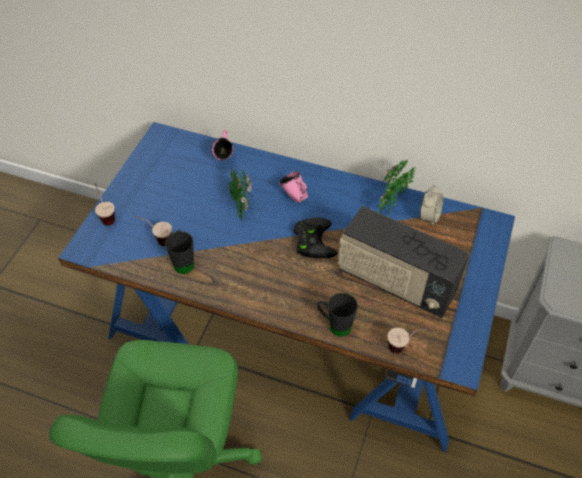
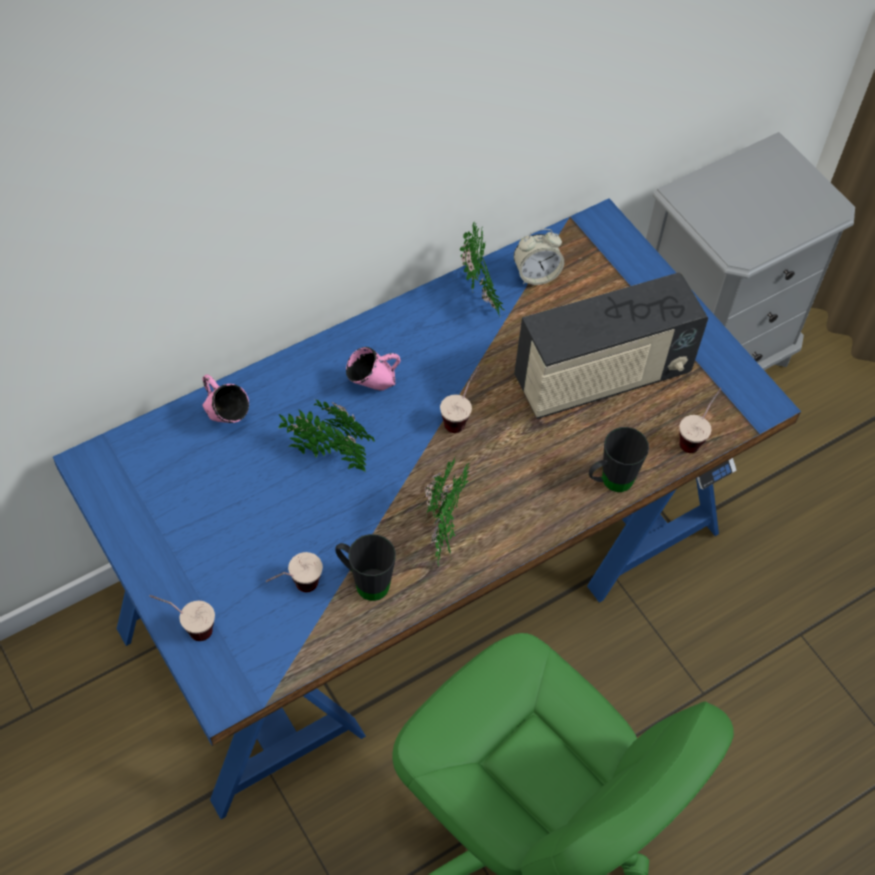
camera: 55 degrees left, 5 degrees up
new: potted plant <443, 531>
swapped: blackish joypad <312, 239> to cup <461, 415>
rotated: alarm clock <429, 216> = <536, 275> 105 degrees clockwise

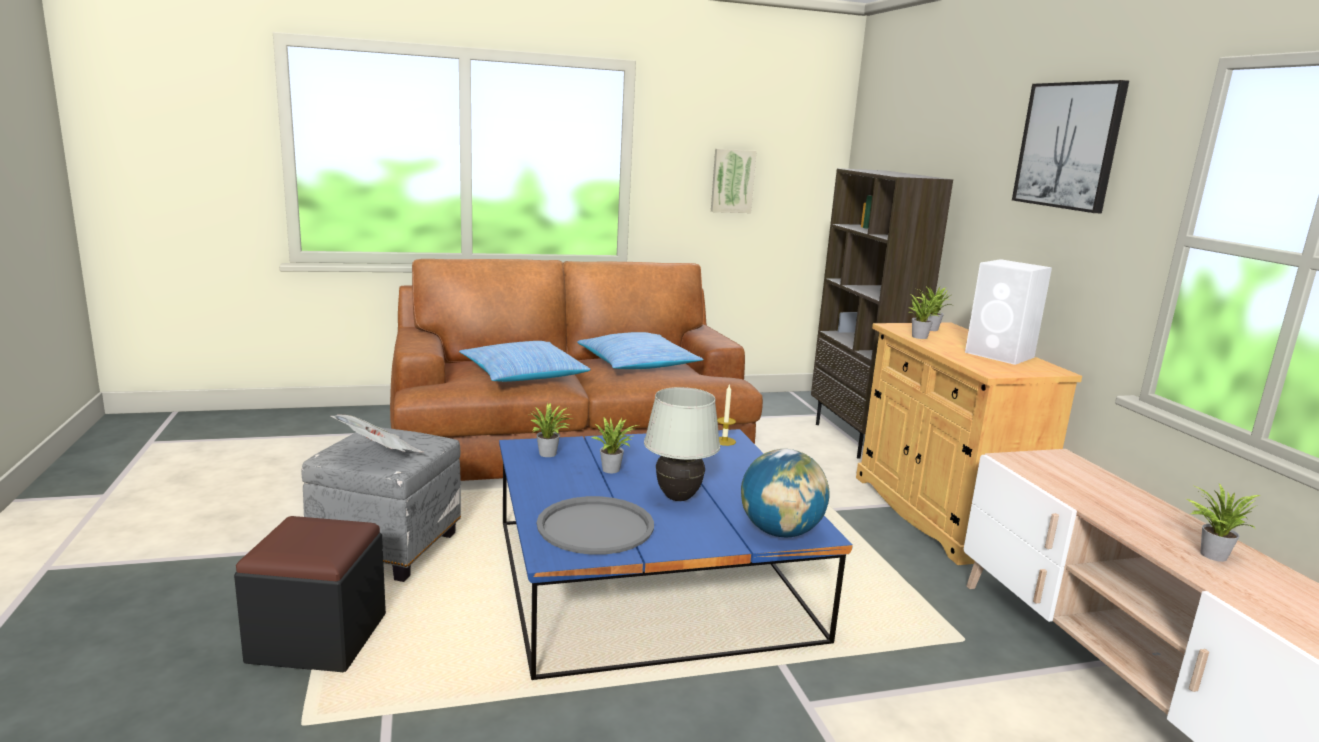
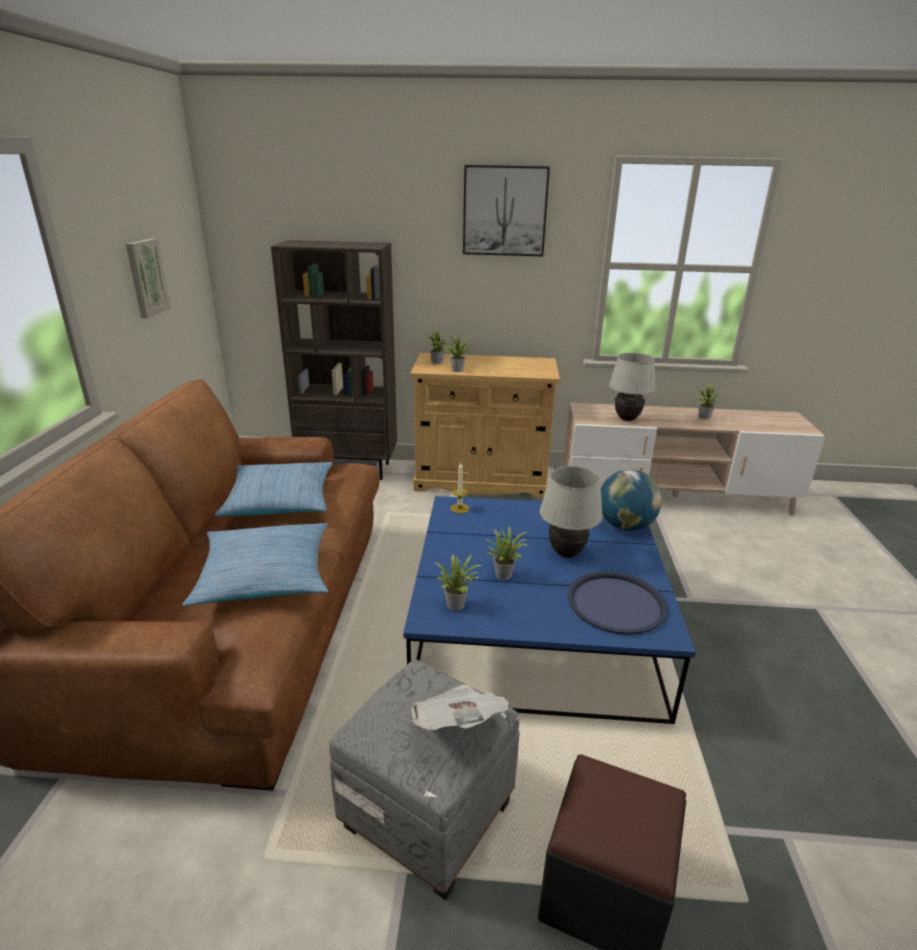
camera: 70 degrees left, 10 degrees up
gone: white loudspeaker <1001, 355>
new: white table lamp <626, 419>
repainted: gray carrying tray <595, 527> to bluish carrying tray <616, 603>

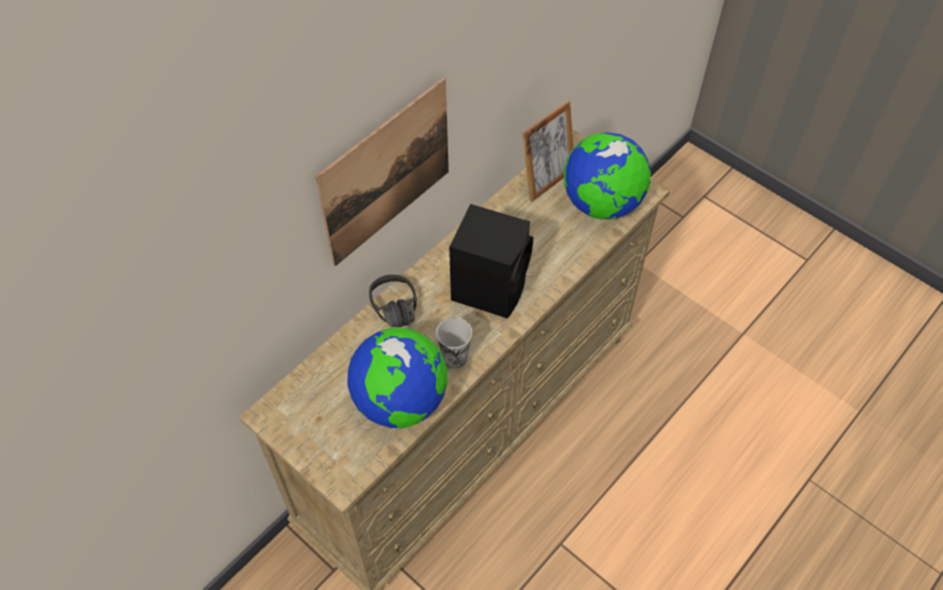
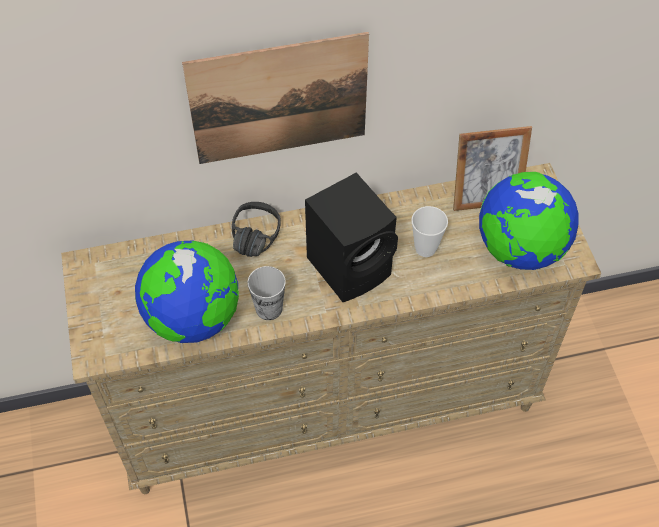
camera: 35 degrees right, 0 degrees up
new: cup <425, 248>

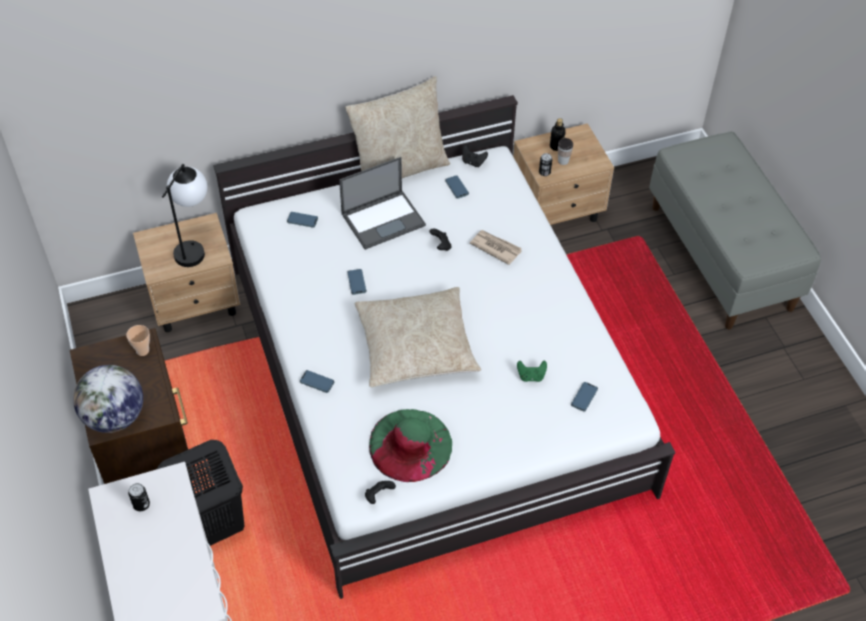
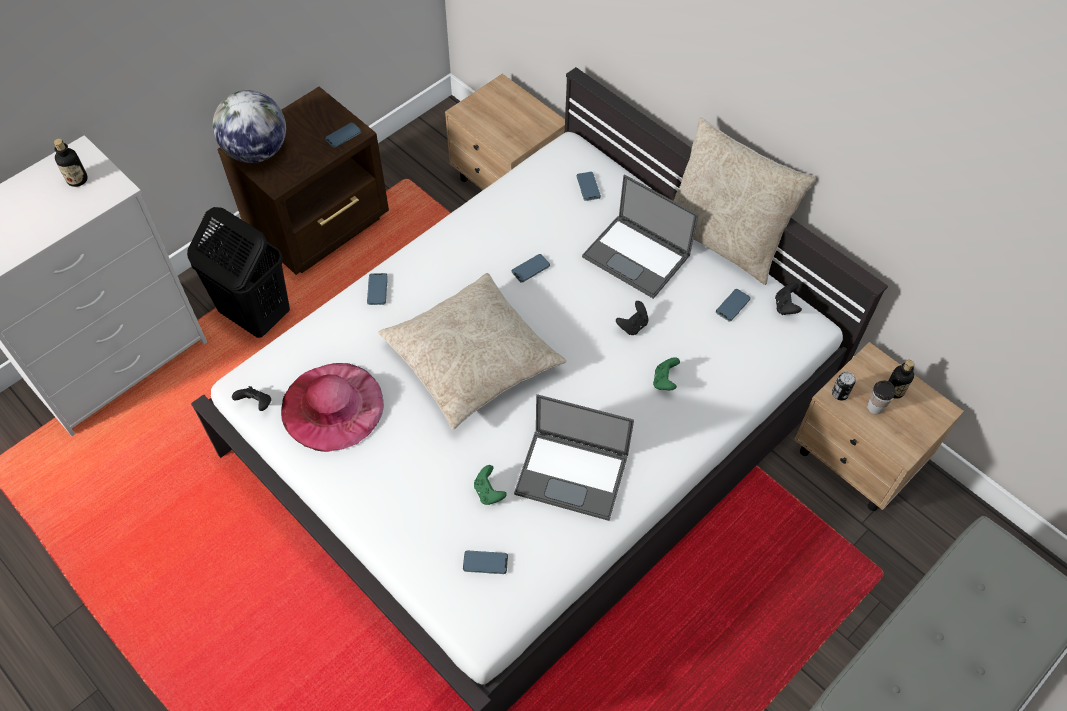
camera: 65 degrees right, 5 degrees up
gone: table lamp <194, 246>
new: notebook computer <573, 474>
swapped: cup <142, 351> to handset <343, 136>; metal can <141, 504> to drink bottle <77, 179>; printed paper <495, 247> to green-coloured joypad <664, 381>
repainted: green-coloured hat <410, 445> to pink-coloured hat <332, 406>

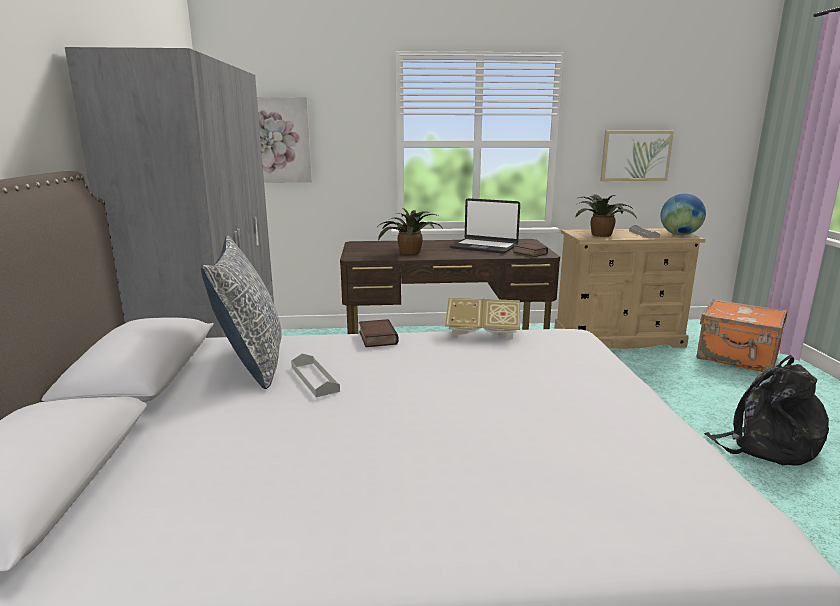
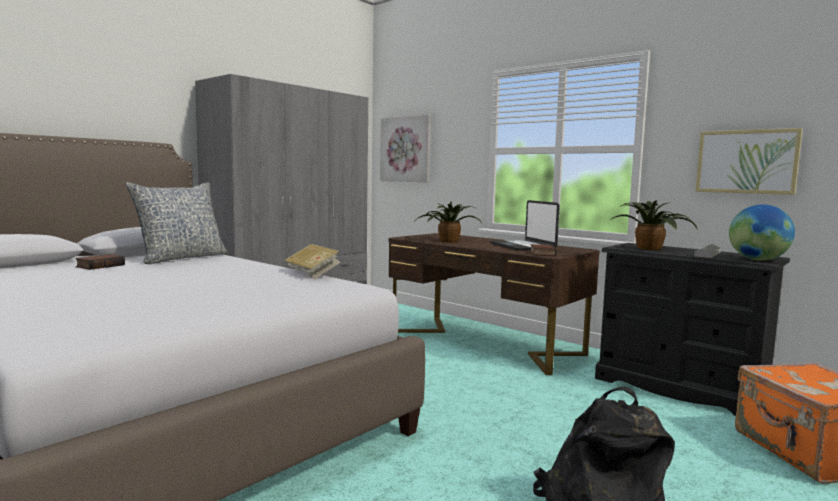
camera: 45 degrees right, 10 degrees down
gone: gray carrying tray <314, 379>
shifted: book <376, 337> to <100, 266>
repainted: beige-coloured drawer chest <618, 338> to blackish drawer chest <680, 388>

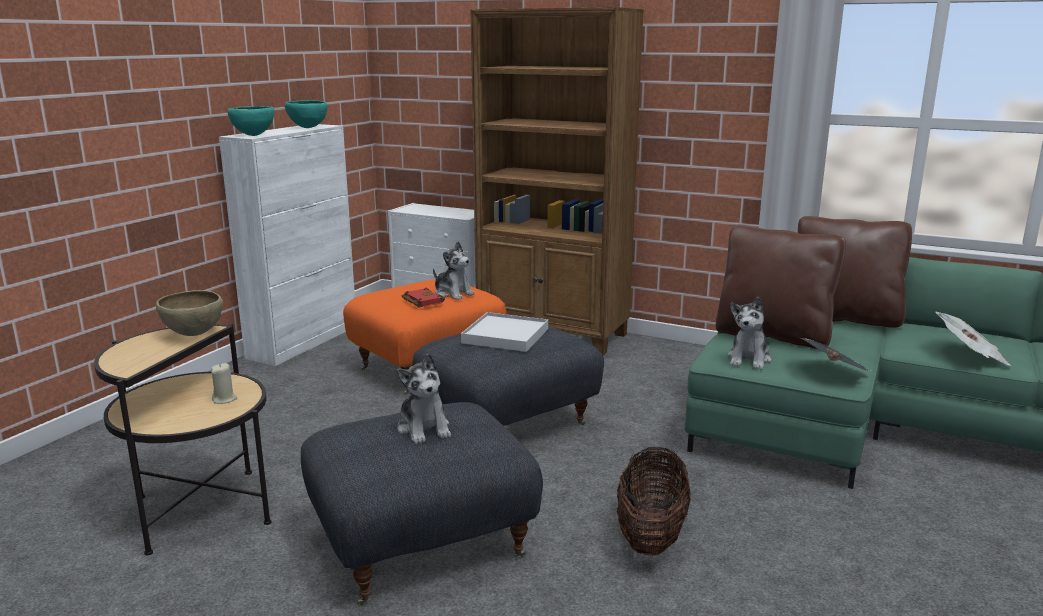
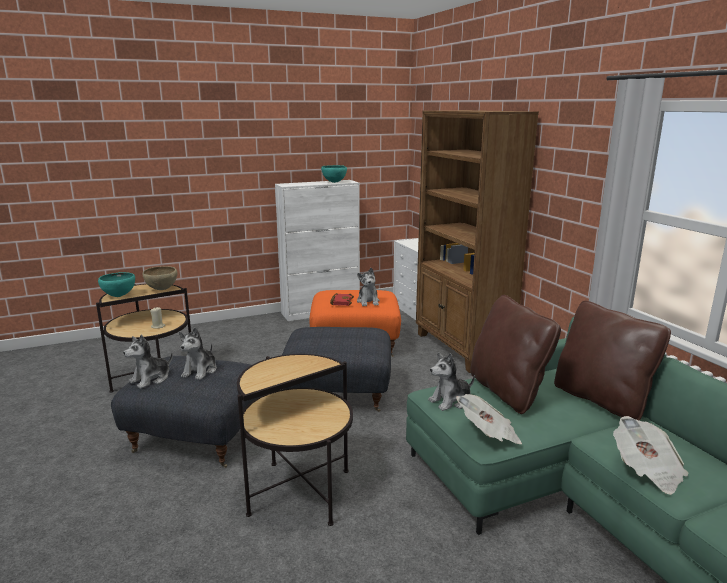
camera: 40 degrees right, 0 degrees up
gone: white carrying tray <505, 336>
new: soft toy <151, 379>
shifted: turquoise-coloured deep dish <254, 135> to <119, 296>
swapped: basket <651, 535> to side table <300, 492>

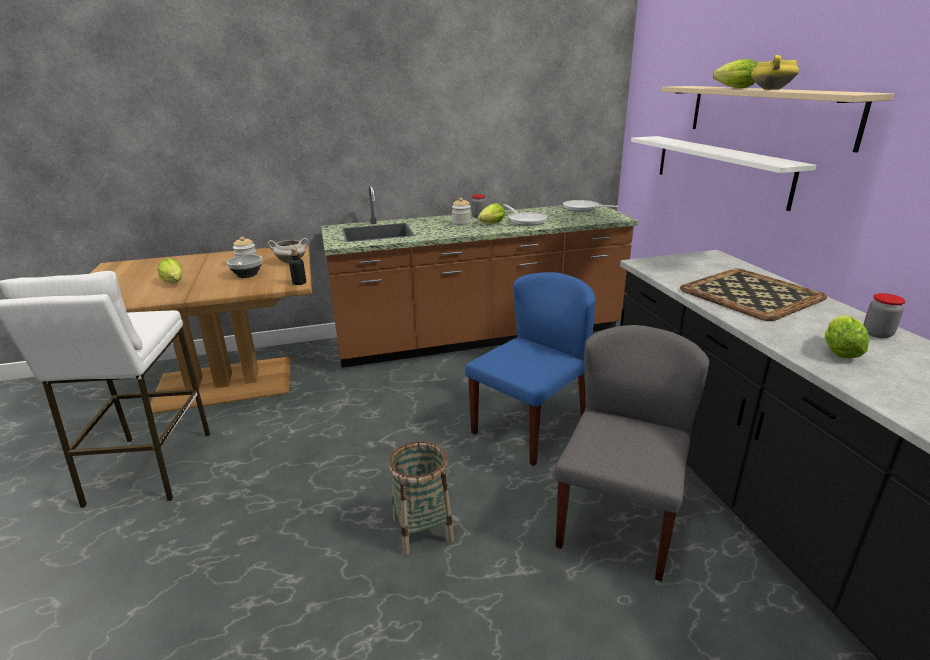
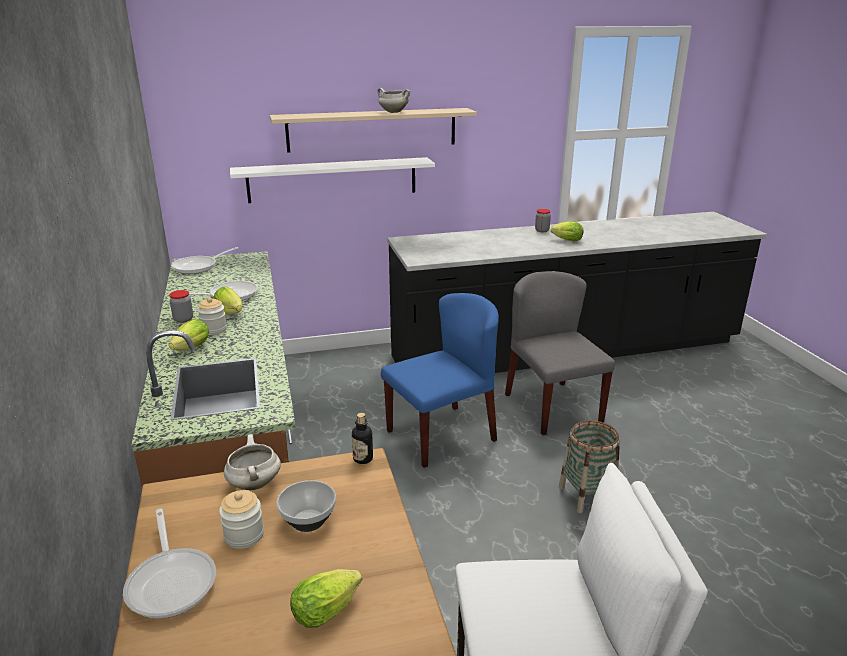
camera: 90 degrees left, 0 degrees up
gone: carrying tray <750, 293>
new: skillet <172, 581>
shifted: lettuce head <732, 88> to <190, 349>
repainted: yellow-coloured cooking pot <770, 89> to white cooking pot <393, 112>
rotated: bluish chair <530, 427> = <441, 435> 105 degrees clockwise; gray chair <618, 520> = <552, 407> 45 degrees clockwise

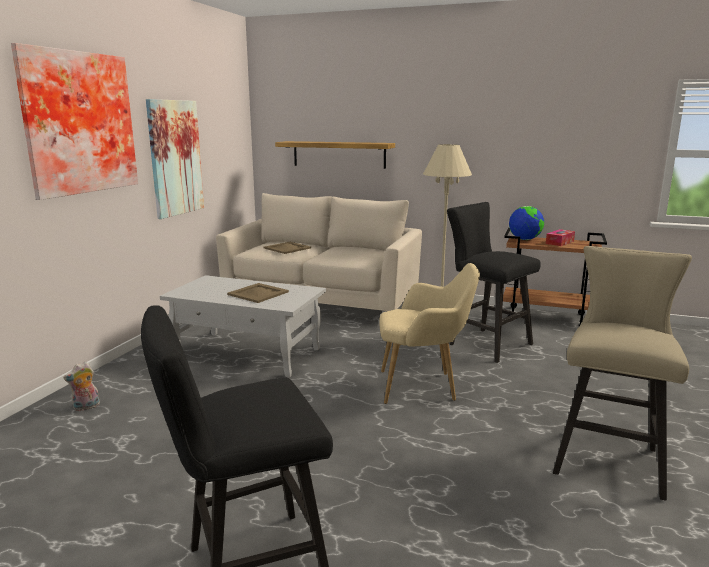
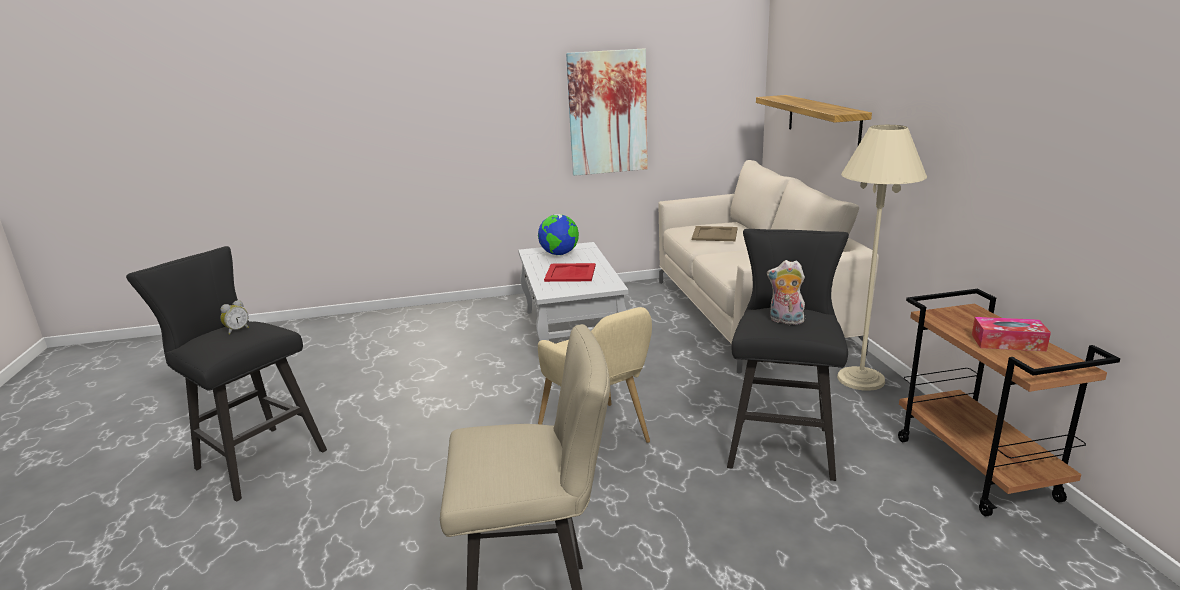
camera: 60 degrees right, 5 degrees up
gone: picture <77, 123>
new: alarm clock <237, 330>
shifted: soft toy <86, 407> to <785, 321>; globe <525, 239> to <559, 254>
repainted: beige-coloured carrying tray <258, 293> to red-coloured carrying tray <571, 273>

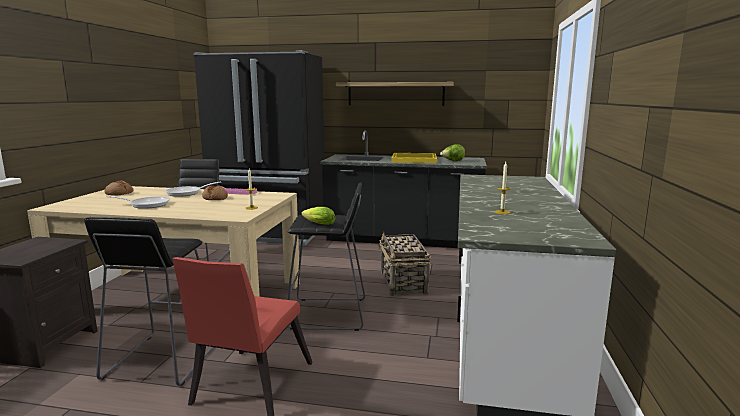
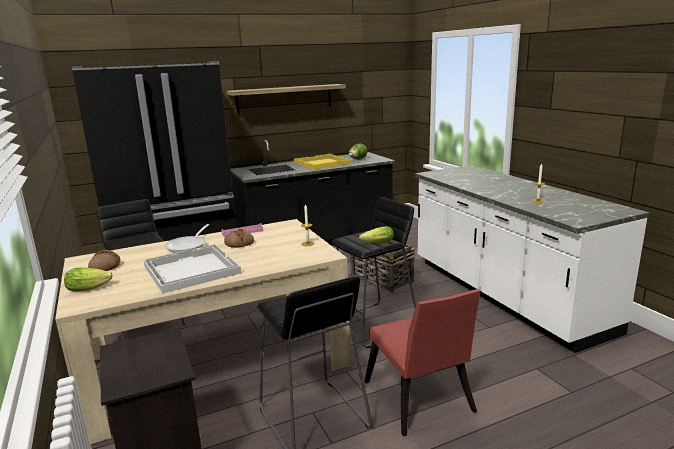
camera: 35 degrees left, 5 degrees up
new: lettuce head <90, 288>
swapped: skillet <146, 204> to white carrying tray <190, 269>

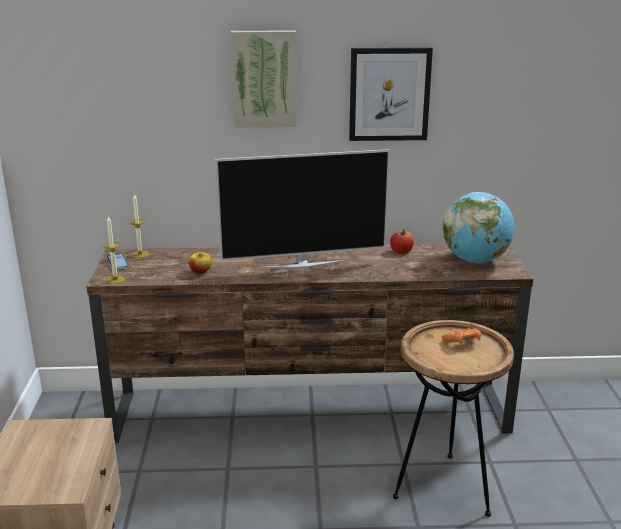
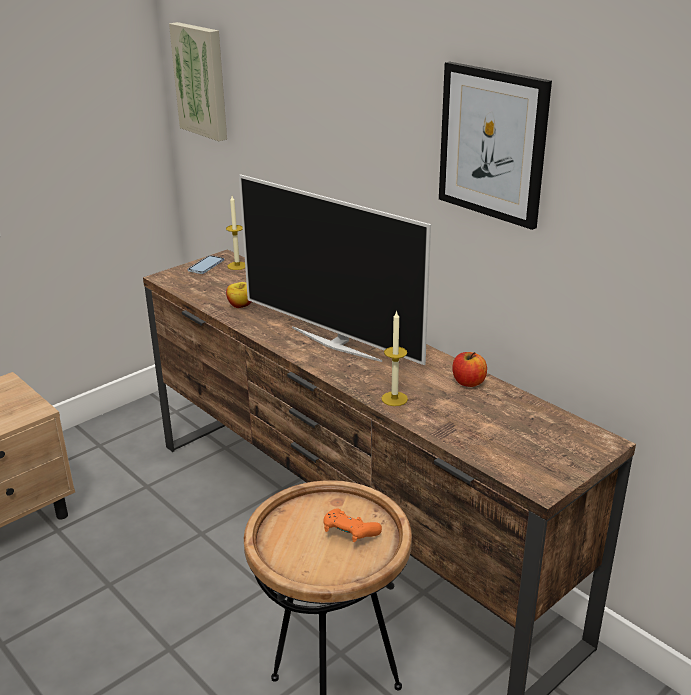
camera: 50 degrees right, 5 degrees up
gone: globe <475, 260>
shifted: candle <115, 280> to <394, 399>; picture <264, 78> to <202, 81>

